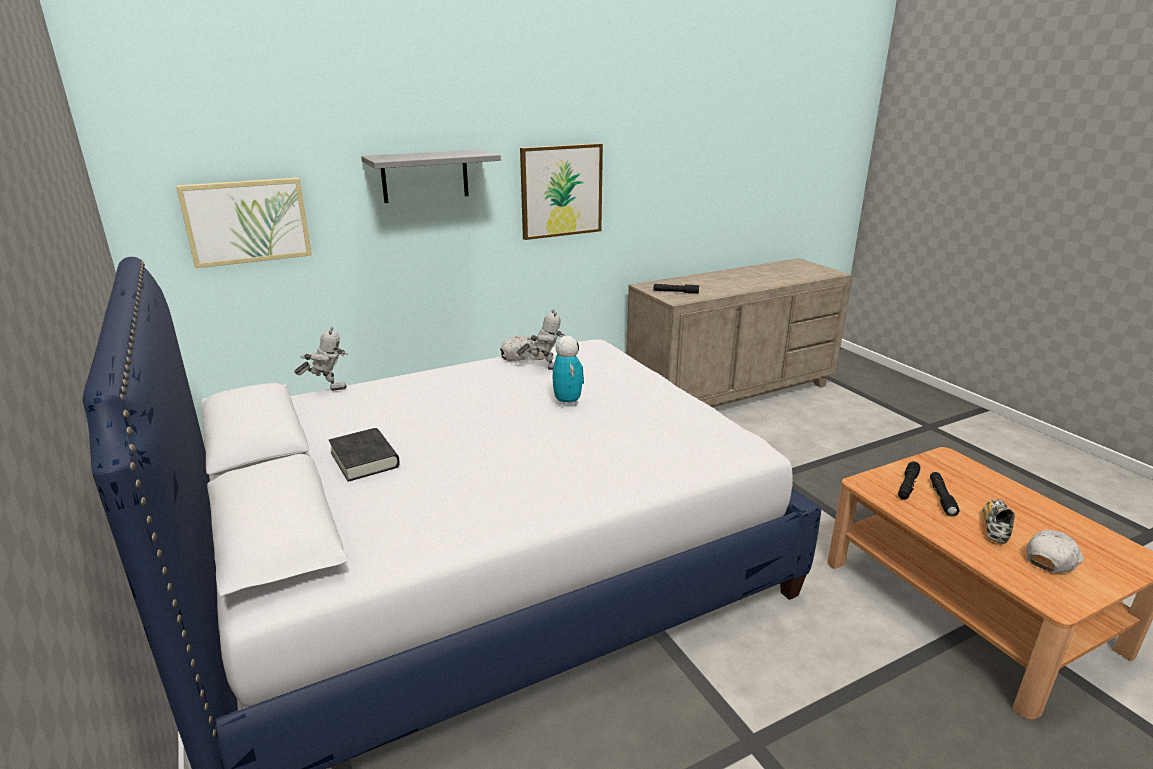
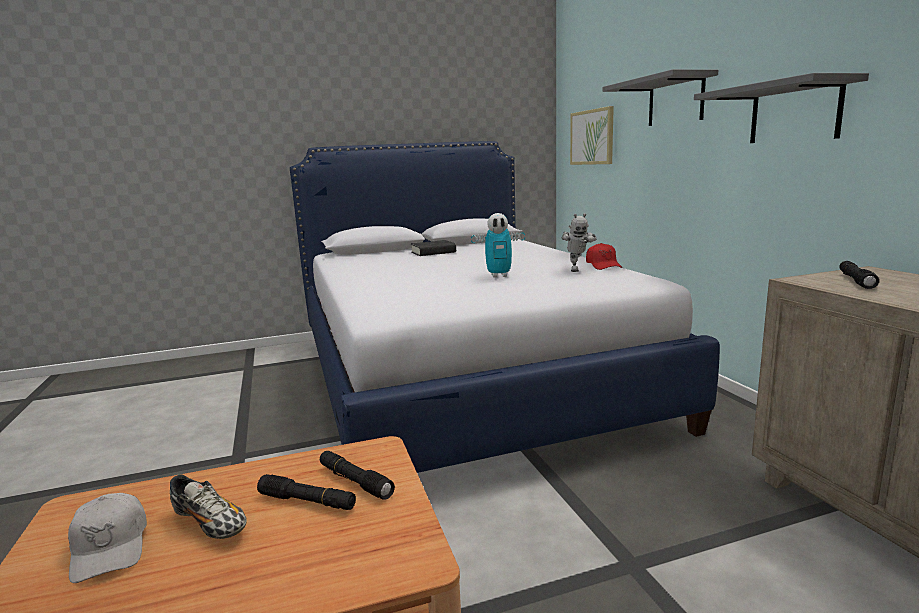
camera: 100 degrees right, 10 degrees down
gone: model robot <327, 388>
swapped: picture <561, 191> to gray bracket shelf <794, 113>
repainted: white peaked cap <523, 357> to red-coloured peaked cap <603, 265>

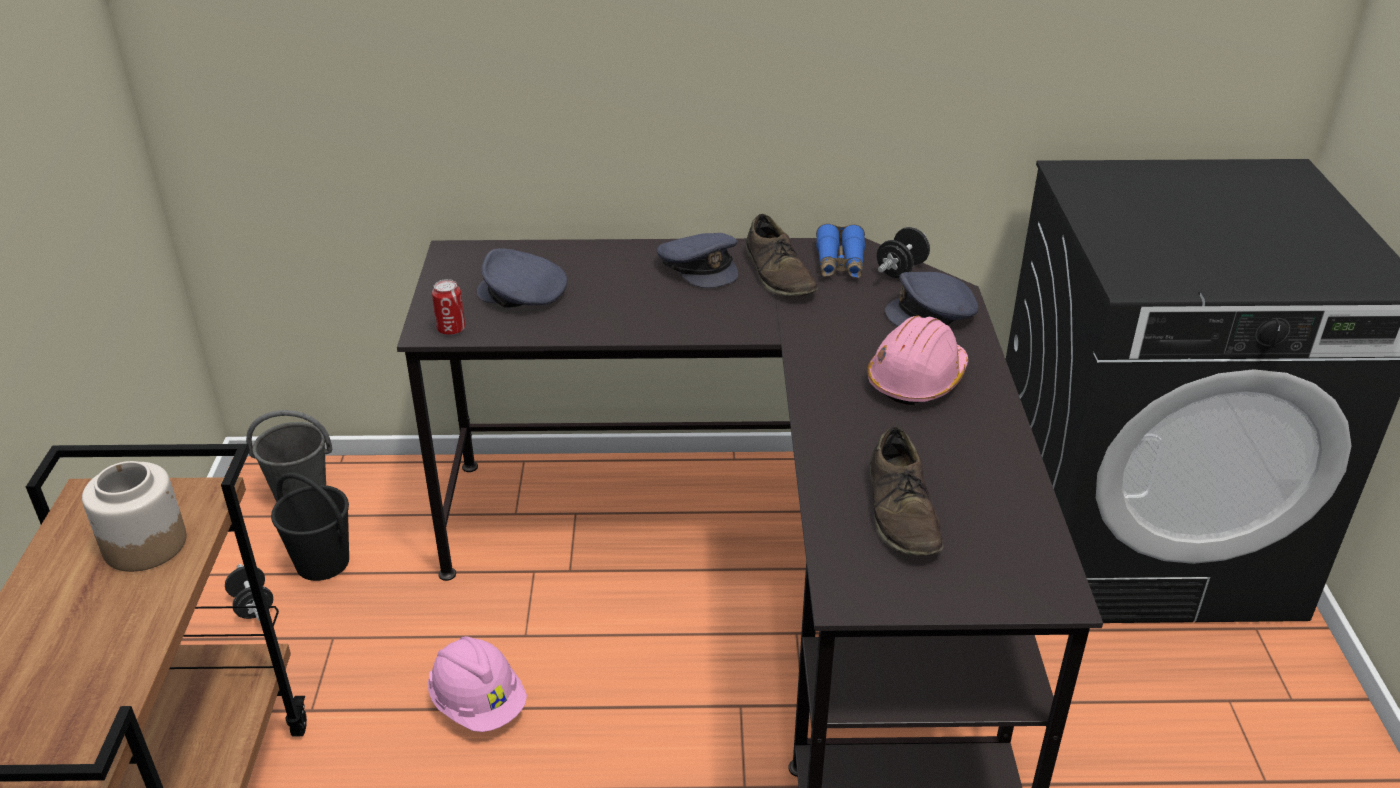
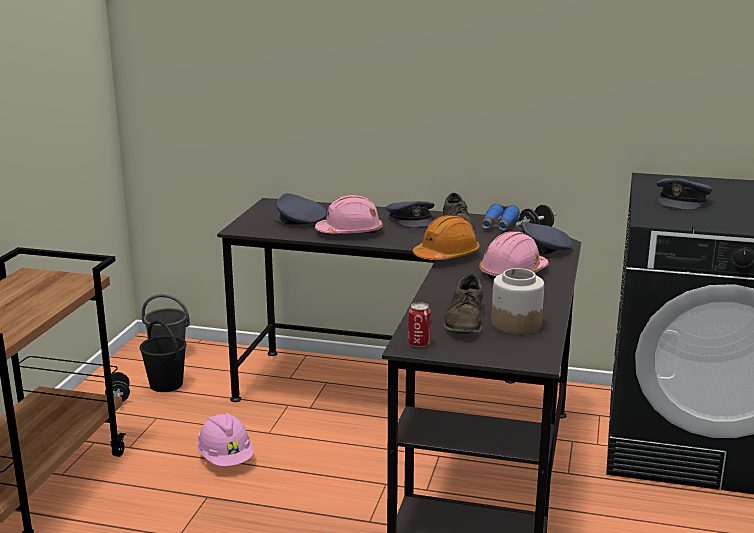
camera: 15 degrees right, 15 degrees down
new: pink-coloured work helmet <350, 232>; orange work helmet <446, 256>; gray peaked cap <682, 201>
shifted: jar <145, 544> to <516, 324>; metal can <451, 329> to <419, 343>

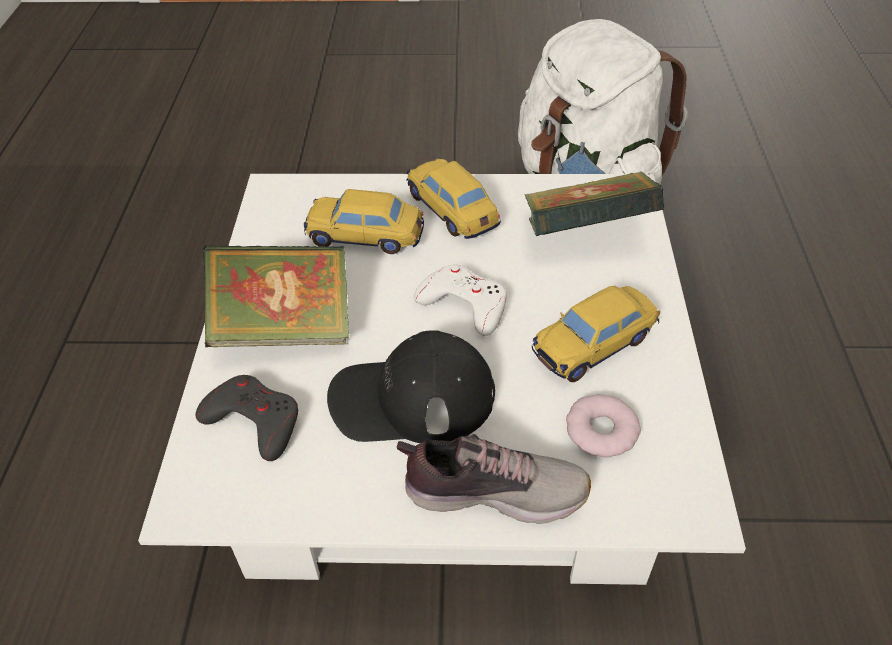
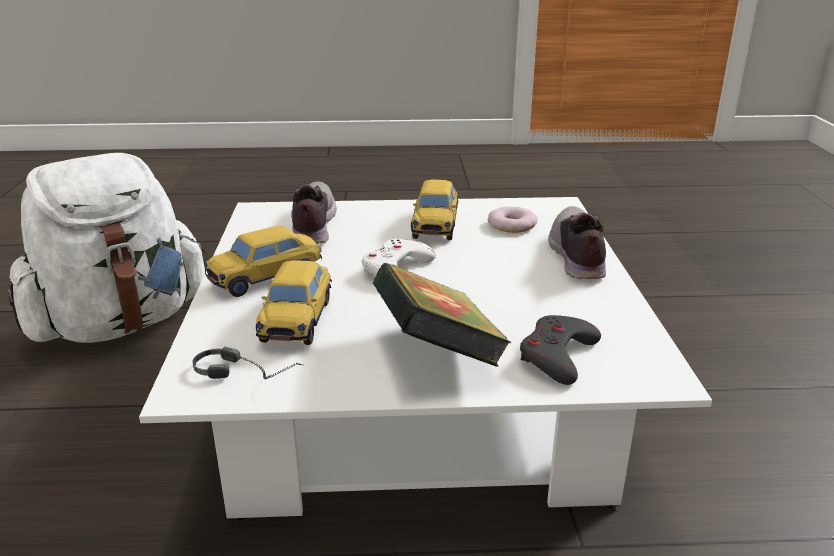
camera: 95 degrees left, 20 degrees down
gone: blackish peaked cap <412, 398>
new: headphones <251, 373>
swapped: book <586, 234> to item of footwear <311, 225>
rotated: miniature car <594, 345> = <435, 225> 45 degrees clockwise

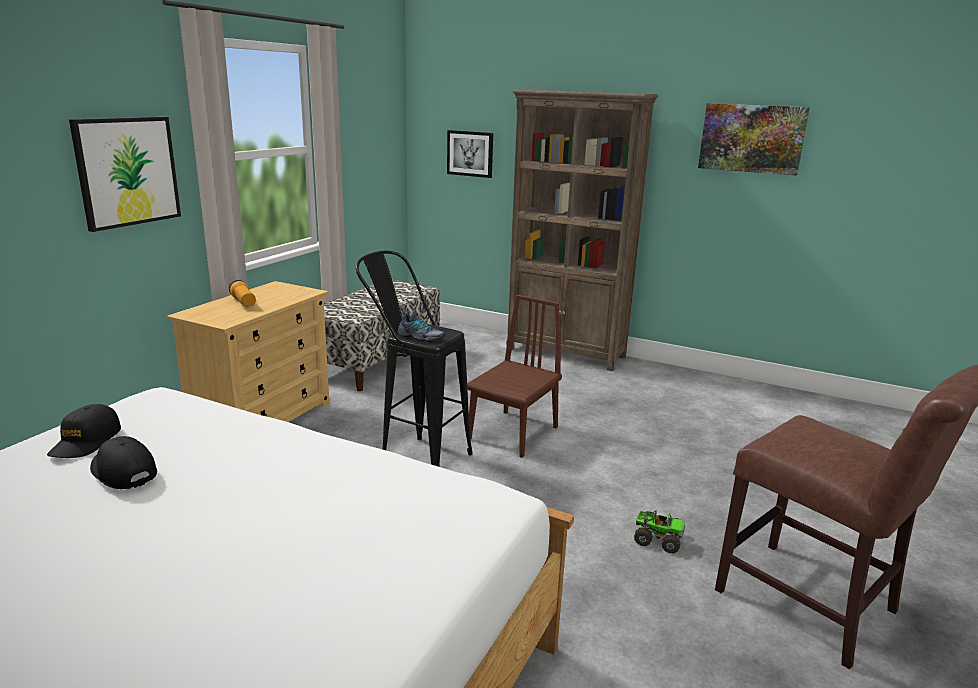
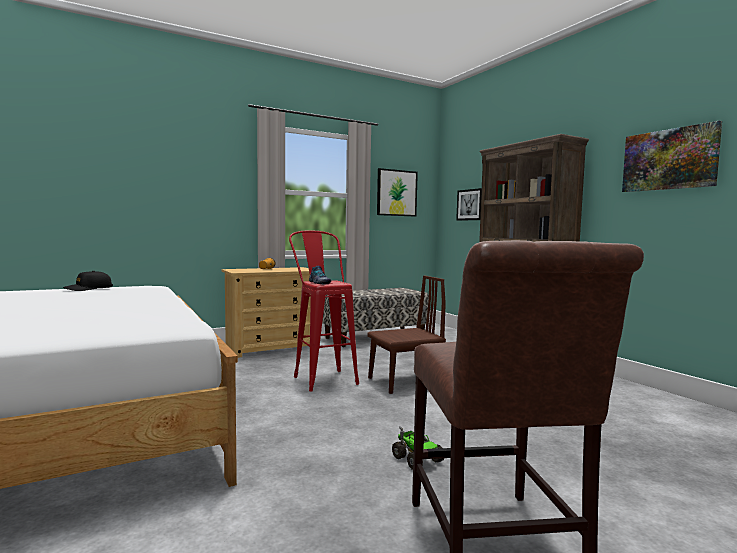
camera: 35 degrees right, 15 degrees down
gone: blackish peaked cap <123, 471>
shifted: picture <127, 171> to <396, 193>
repainted: blackish sitting stool <414, 456> to red-coloured sitting stool <322, 378>

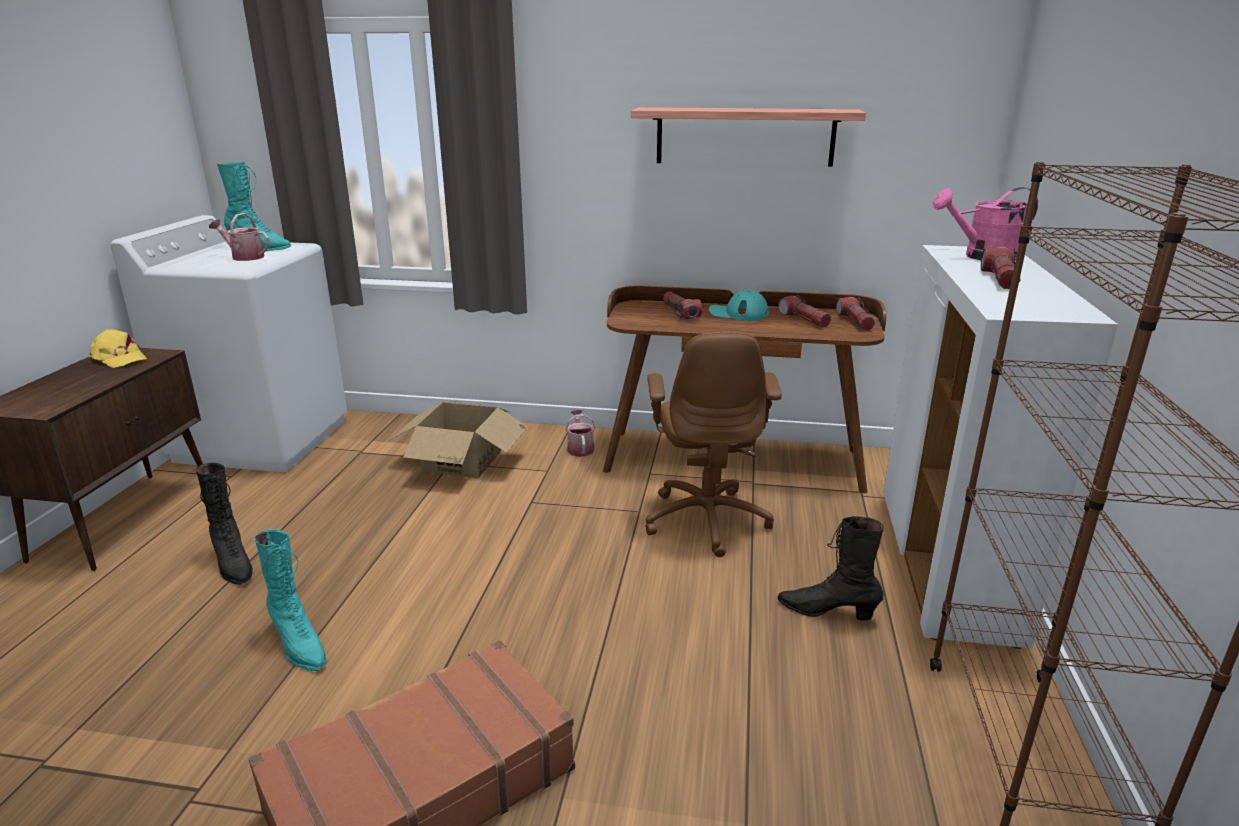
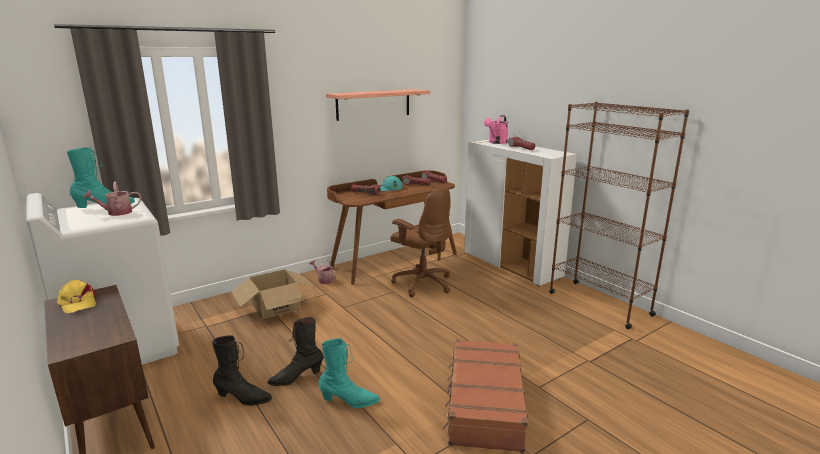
camera: 45 degrees left, 5 degrees down
shifted: blackish boot <827, 611> to <296, 378>
rotated: yellow-coloured peaked cap <119, 358> = <77, 303> 60 degrees clockwise

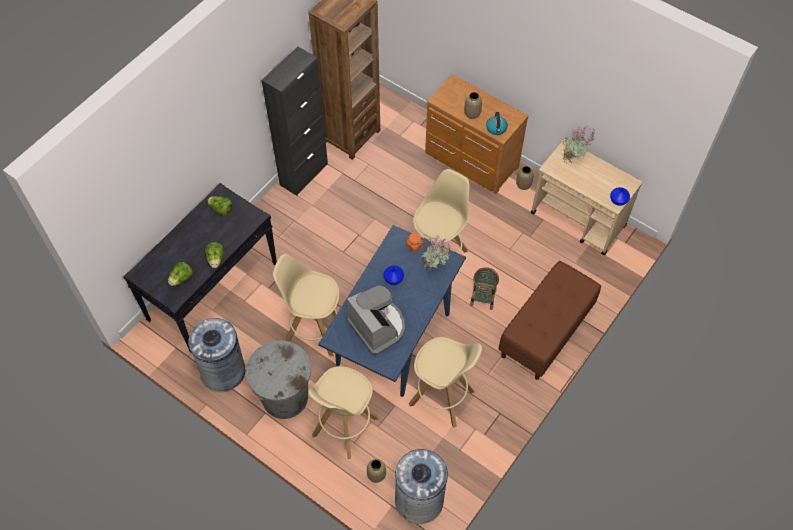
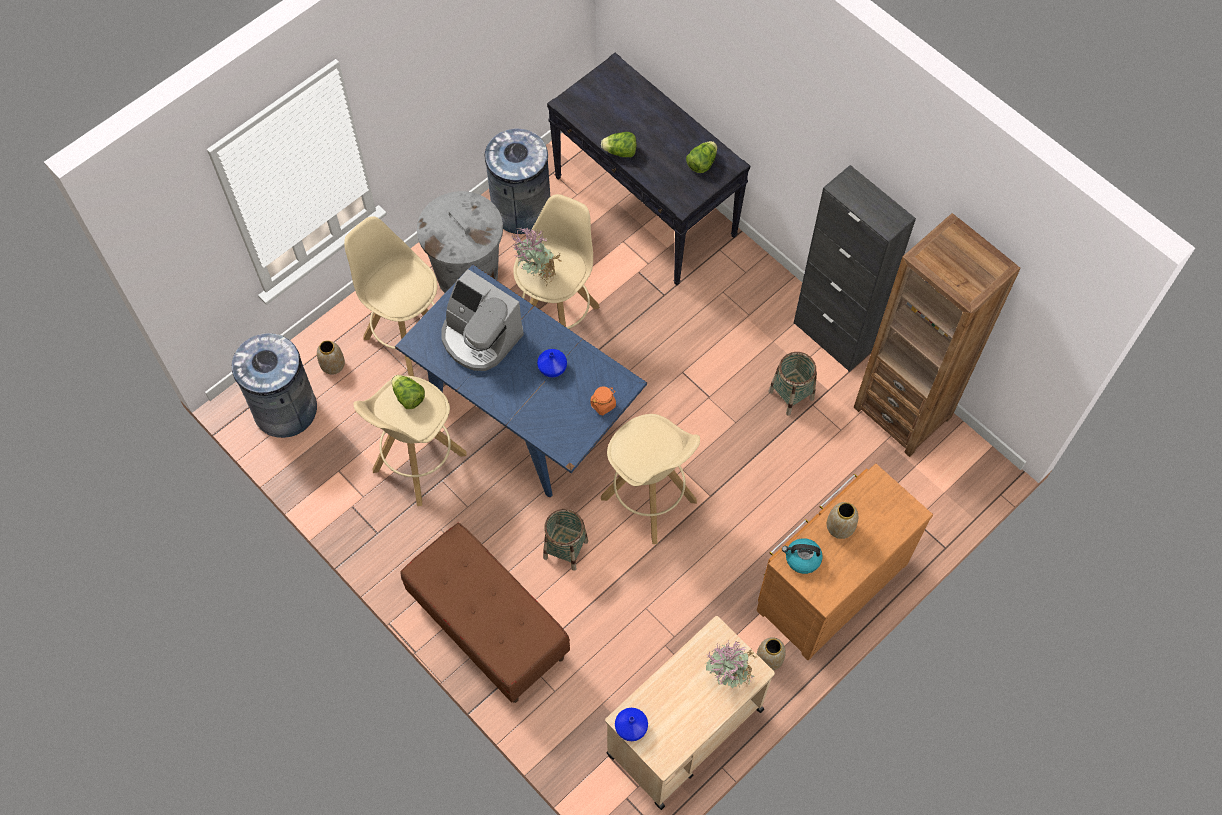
camera: 100 degrees right, 5 degrees up
new: basket <791, 395>
shifted: lettuce head <181, 279> to <408, 397>; potted plant <435, 267> to <537, 274>
rotated: coffee brewer <378, 327> = <480, 337> 60 degrees clockwise

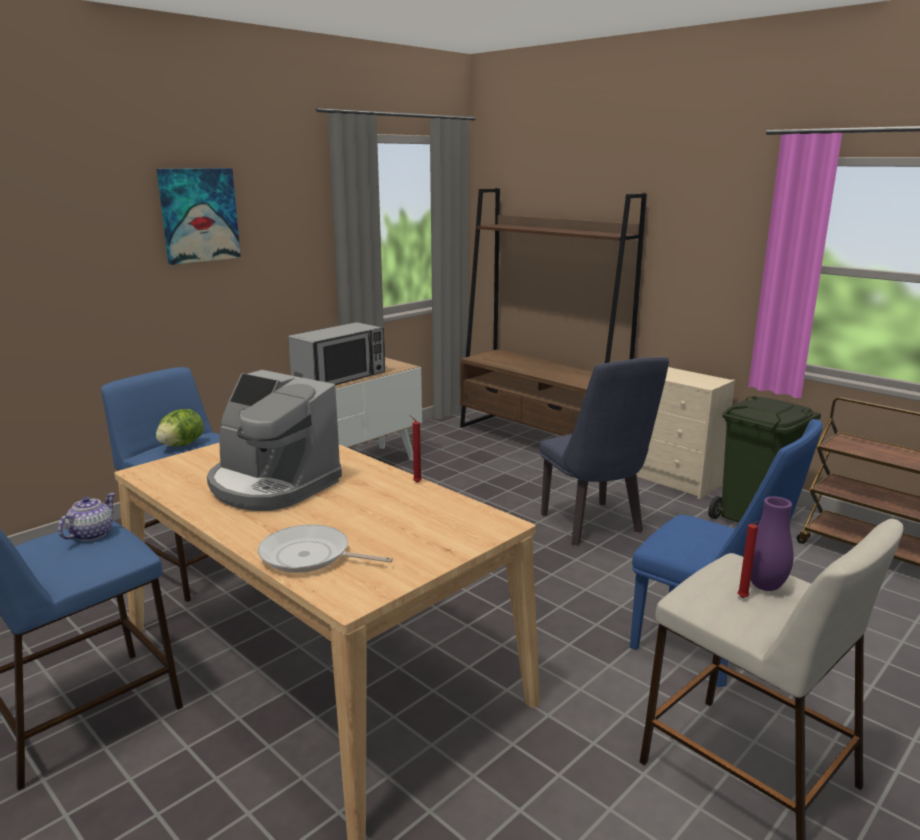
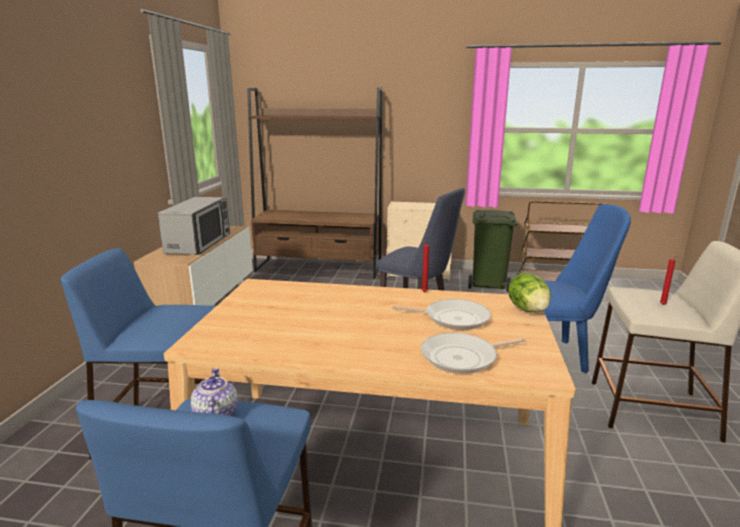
camera: 35 degrees left, 0 degrees up
gone: picture <199, 215>; coffee brewer <271, 485>; purple-coloured decorative vase <765, 586>
new: skillet <452, 318>
shifted: lettuce head <181, 445> to <528, 310>

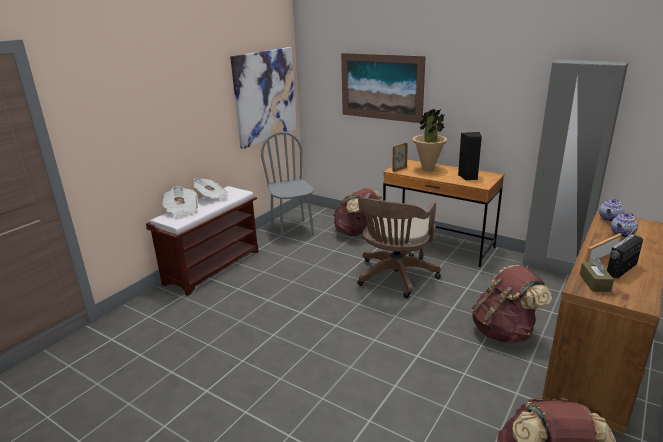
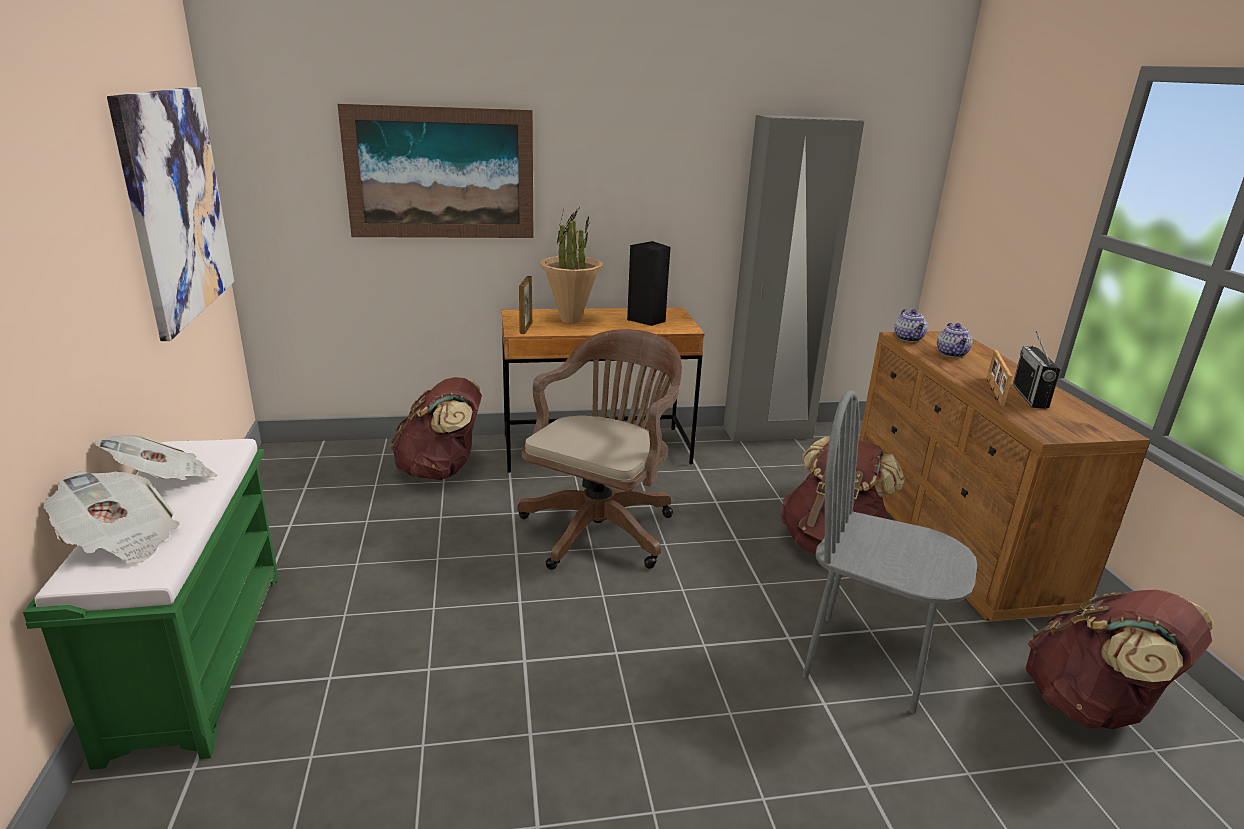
camera: 45 degrees left, 0 degrees up
gone: brown-coloured tissue holder <594, 283>
shifted: gray chair <292, 230> to <866, 663>
repainted: brown-coloured indoor bench <213, 267> to green-coloured indoor bench <198, 656>
rotated: brown-coloured desk chair <394, 277> = <602, 526> 135 degrees counterclockwise

